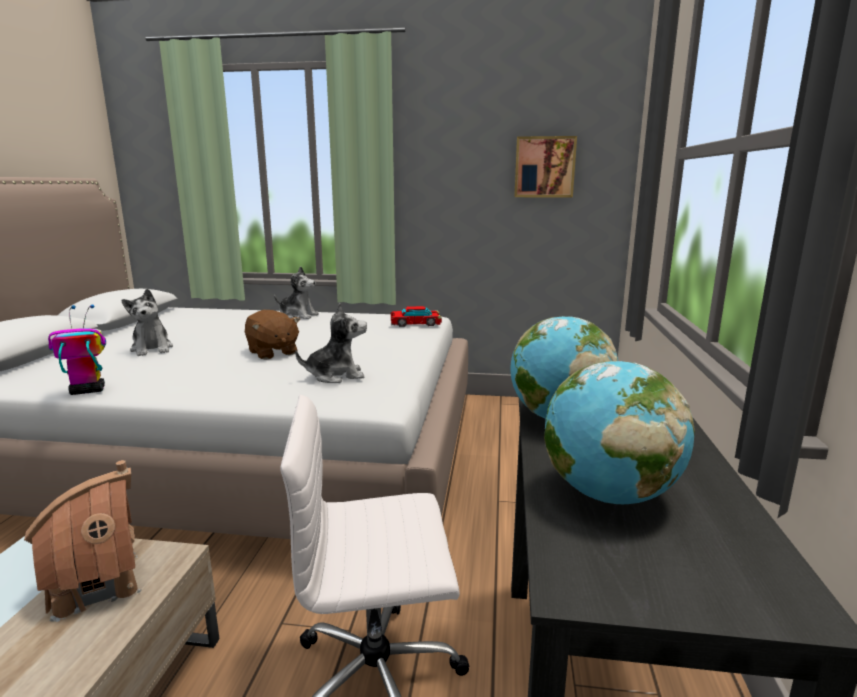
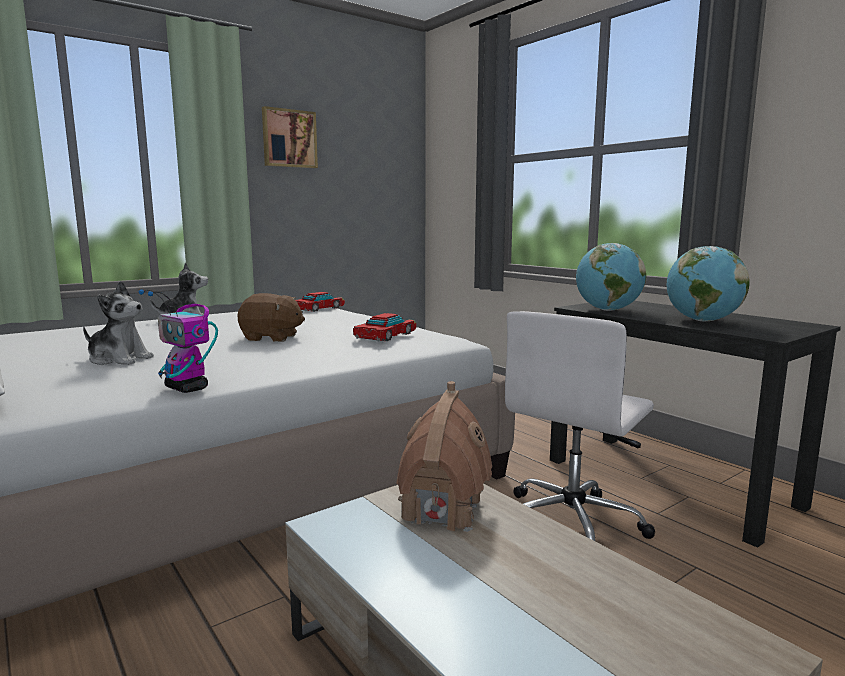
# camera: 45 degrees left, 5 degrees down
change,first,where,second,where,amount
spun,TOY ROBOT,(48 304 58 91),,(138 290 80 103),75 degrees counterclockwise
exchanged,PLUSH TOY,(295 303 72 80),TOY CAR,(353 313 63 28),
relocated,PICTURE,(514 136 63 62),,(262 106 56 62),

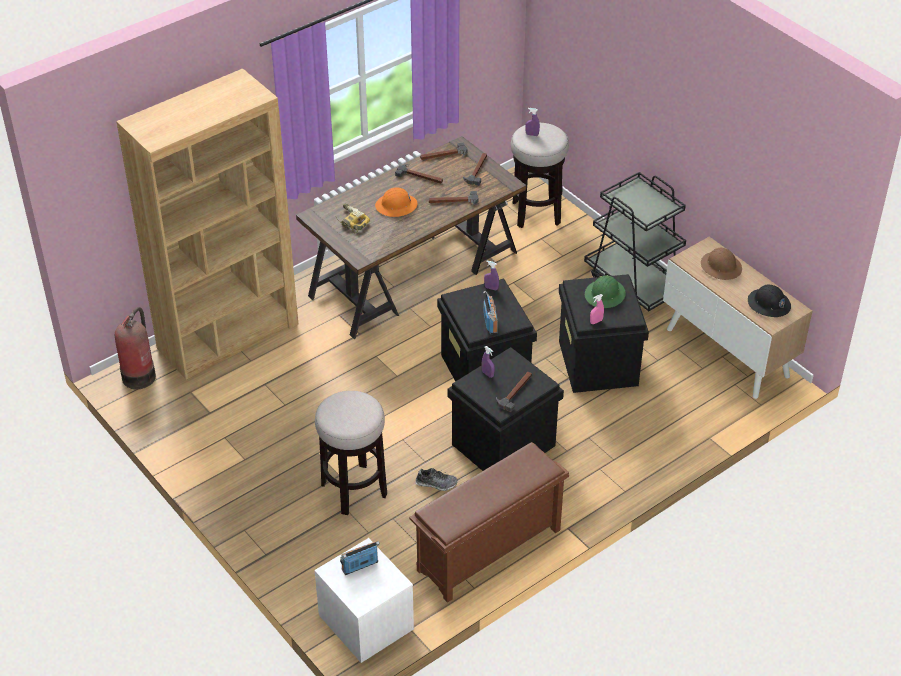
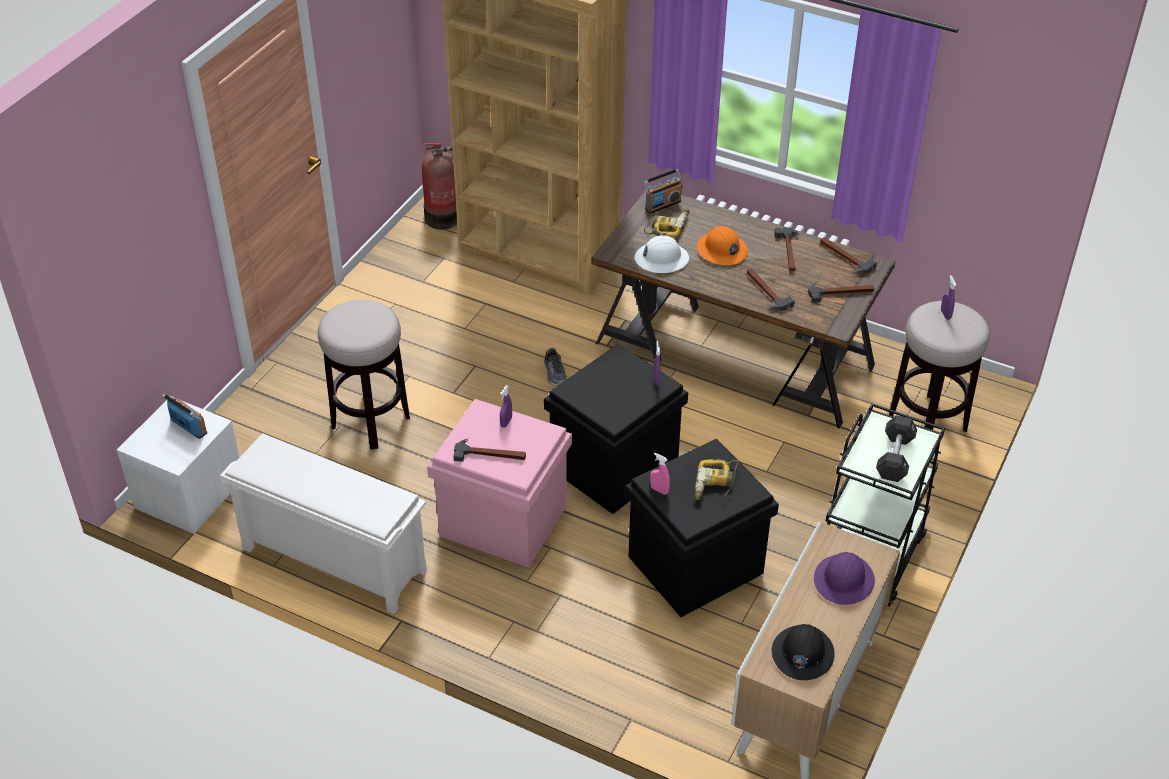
# camera: 65 degrees right, 0 degrees up
change,first,where,second,where,amount
colour,BROWN SHOE RACK,(409 442 160 161),WHITE SHOE RACK,(220 434 207 180),
relocated,SHOE,(416 468 42 23),,(544 348 23 38),
colour,BLACK STORAGE BOX,(447 347 117 124),PINK STORAGE BOX,(427 399 145 169),
relocated,RADIO,(483 291 15 43),,(644 169 38 45),
exchanged,GREEN HARD HAT,(585 275 41 33),POWER DRILL,(694 459 46 41),
colour,BROWN HARD HAT,(701 248 41 32),PURPLE HARD HAT,(814 552 61 53),
appeared,,,WHITE HARD HAT,(635 235 54 38),
appeared,,,BLACK DUMBBELL,(876 415 41 67),

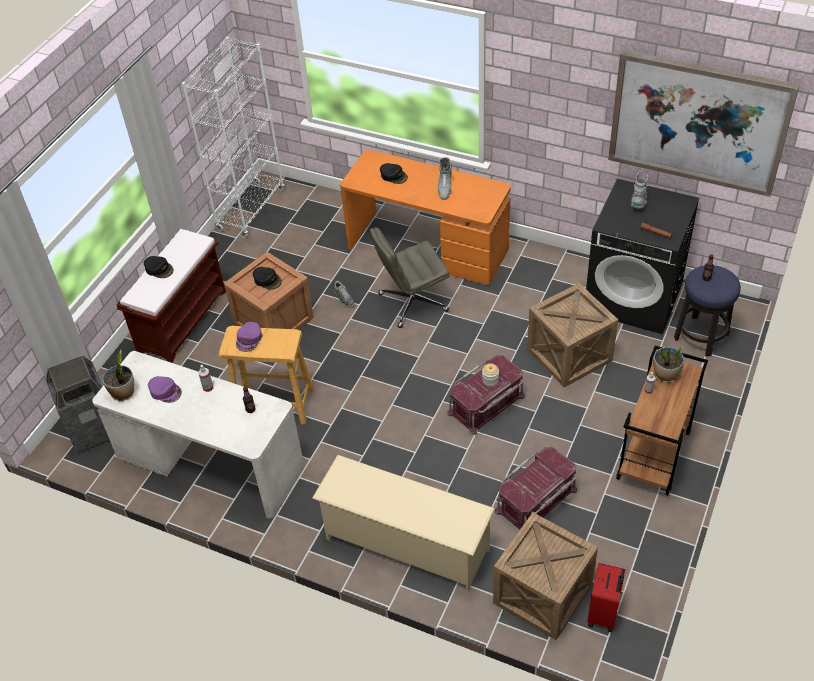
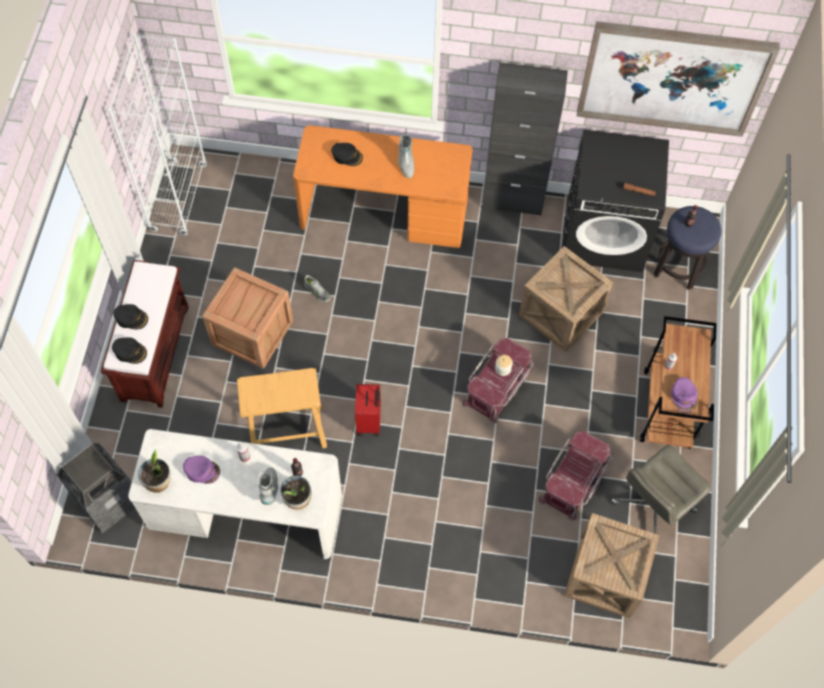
# camera: 20 degrees left, 15 degrees up
change,first,where,second,where,amount
relocated,PURPLE CAP,(236 322 26 30),,(671 377 27 36),
relocated,BLACK CAP,(253 267 29 23),,(112 337 35 27),
missing,BEIGE SHOE RACK,(312 455 183 137),,,
relocated,GREY OFFICE CHAIR,(370 227 80 101),,(611 445 100 89),
relocated,RED SUITCASE,(587 563 39 69),,(355 384 26 52),
relocated,GREY BOOT,(631 173 17 36),,(258 467 21 38),
relocated,POTTED PLANT,(653 346 31 37),,(280 475 31 35),
appeared,,,BLACK CABINET,(482 62 86 154),

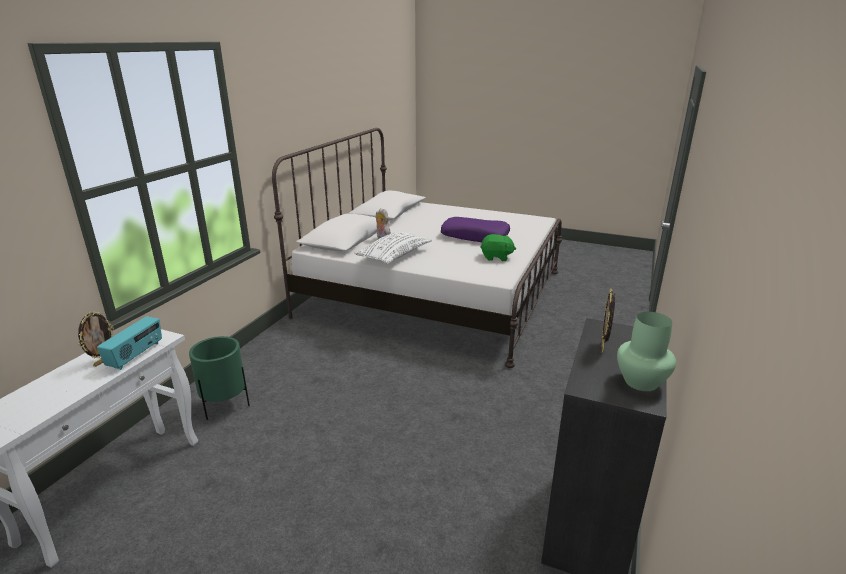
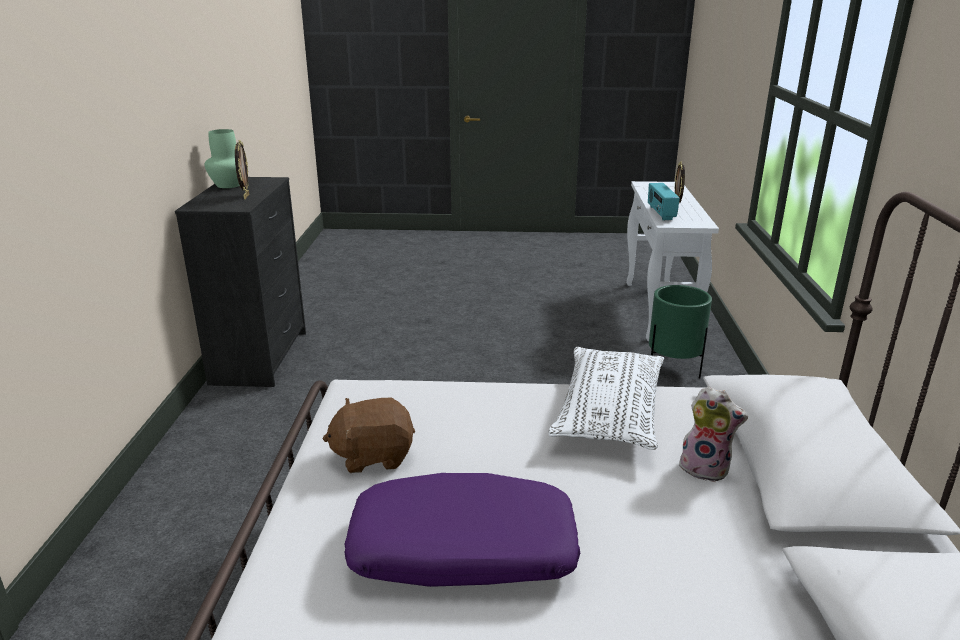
# camera: 160 degrees right, 0 degrees up
change,first,where,second,where,amount
colour,GREEN PLUSH TOY,(480 234 36 27),BROWN PLUSH TOY,(322 398 93 75),

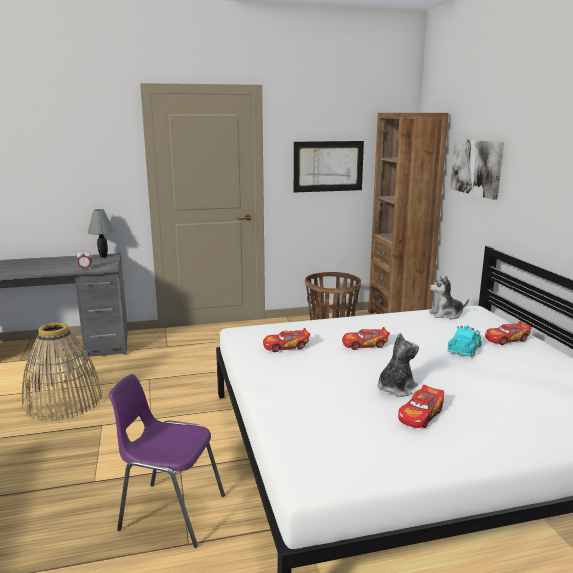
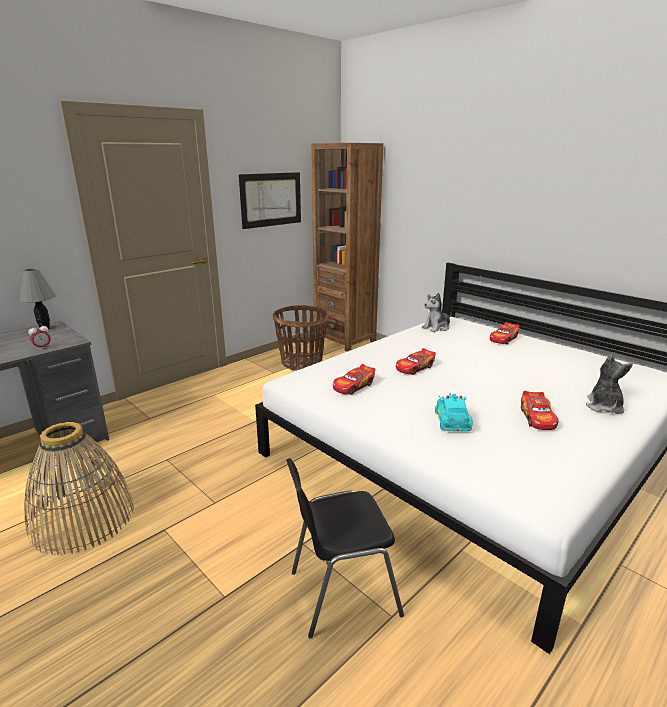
# camera: 30 degrees left, 5 degrees up
change,first,where,second,where,amount
colour,PURPLE CHAIR,(109 374 116 174),BLACK CHAIR,(286 458 118 181),
relocated,PLUSH TOY,(377 333 42 64),,(586 354 47 60),
relocated,TURQUOISE TOY CAR,(448 325 34 32),,(435 393 38 39),
missing,PICTURE,(450 139 54 61),,,

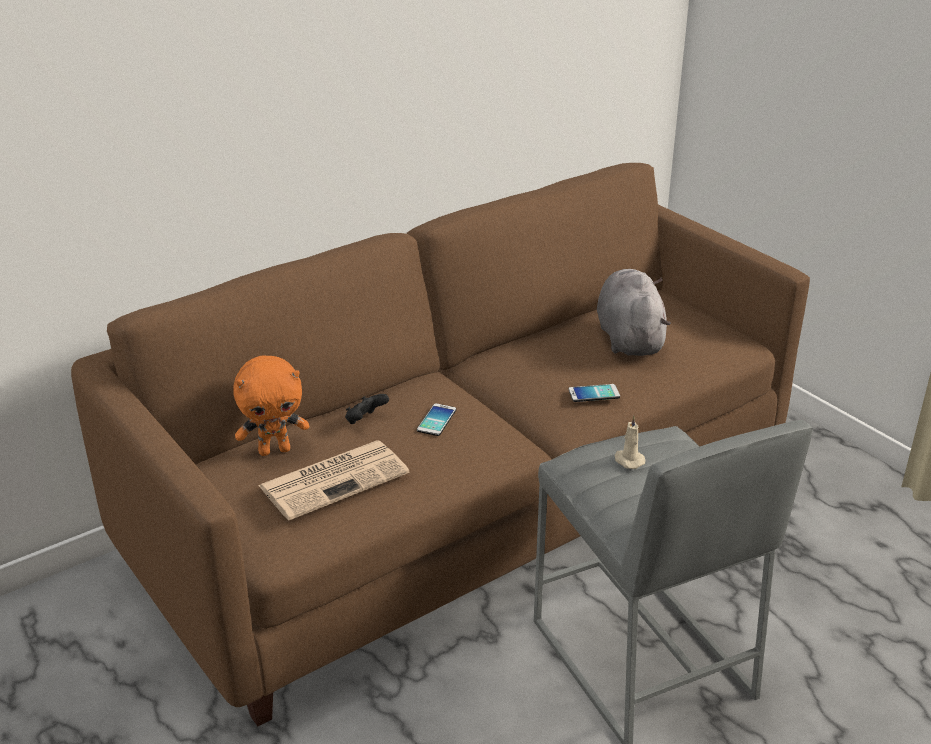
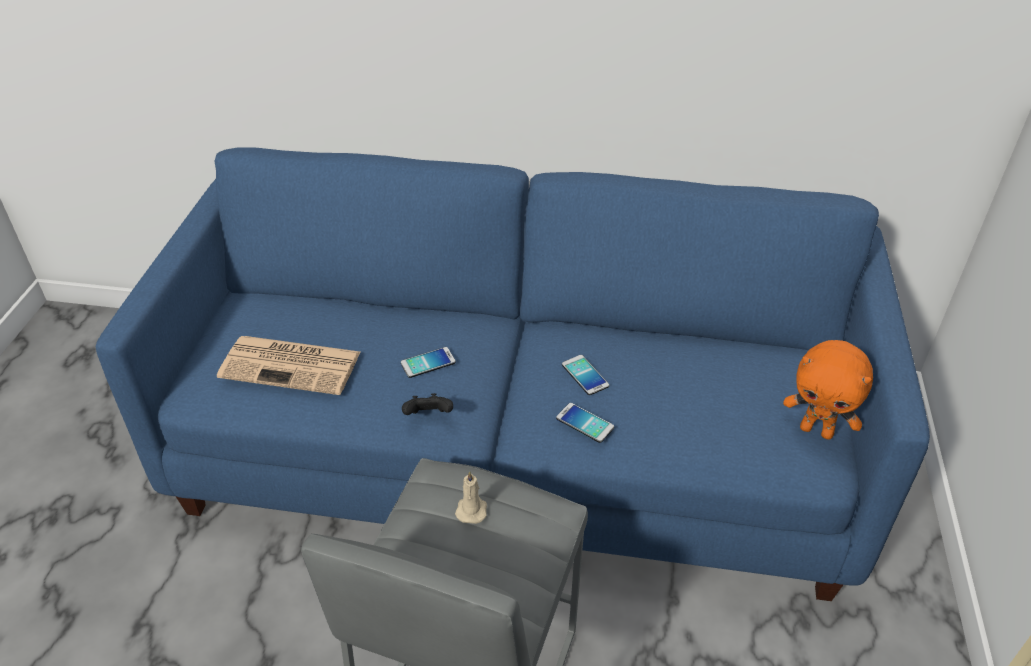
# camera: 45 degrees right, 10 degrees up
change,first,where,second,where,amount
colour,BROWN SOFA,(71 163 739 563),BLUE SOFA,(96 147 834 454),
relocated,ORANGE PLUSH TOY,(233 356 76 100),,(783 340 90 100),
relocated,BLACK GAME CONTROLLER,(345 394 44 30),,(402 393 51 22),
missing,GREY PLUSH TOY,(597 269 74 87),,,
appeared,,,PHONE,(562 355 47 40),

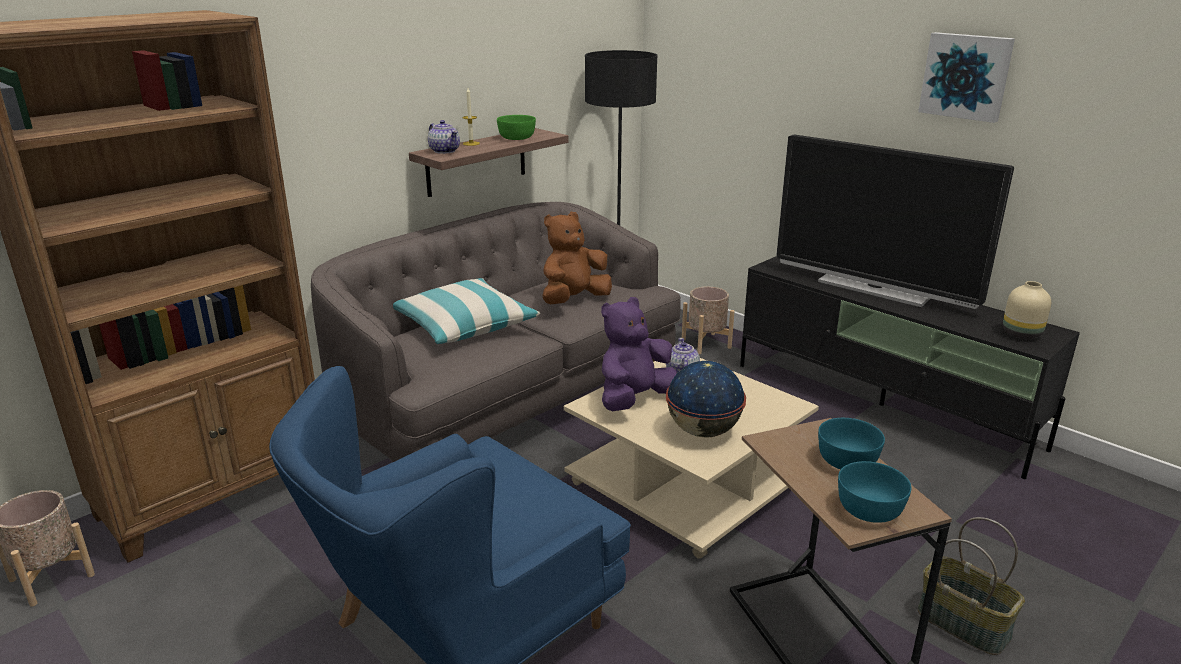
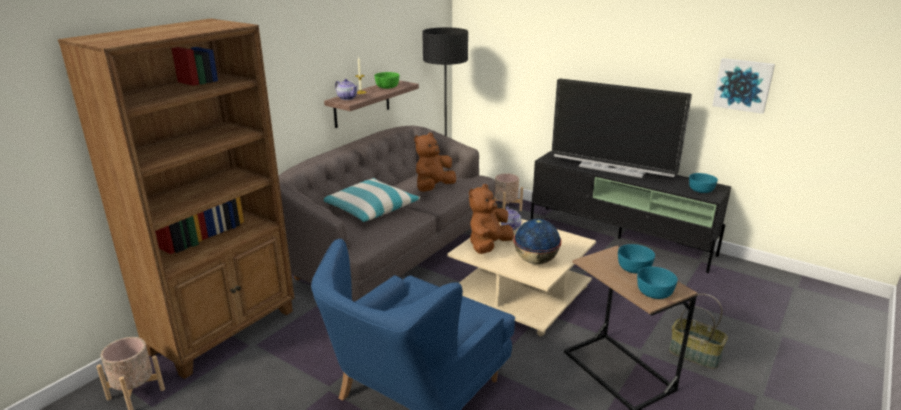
# camera: 10 degrees left, 0 degrees up
change,first,where,second,where,amount
colour,PURPLE PLUSH TOY,(601 297 76 114),BROWN PLUSH TOY,(469 184 45 70),
relocated,PICTURE,(918 32 97 91),,(712 58 63 56),
exchanged,BEIGE VASE,(1003 281 48 58),TURQUOISE BOWL,(689 173 29 20),

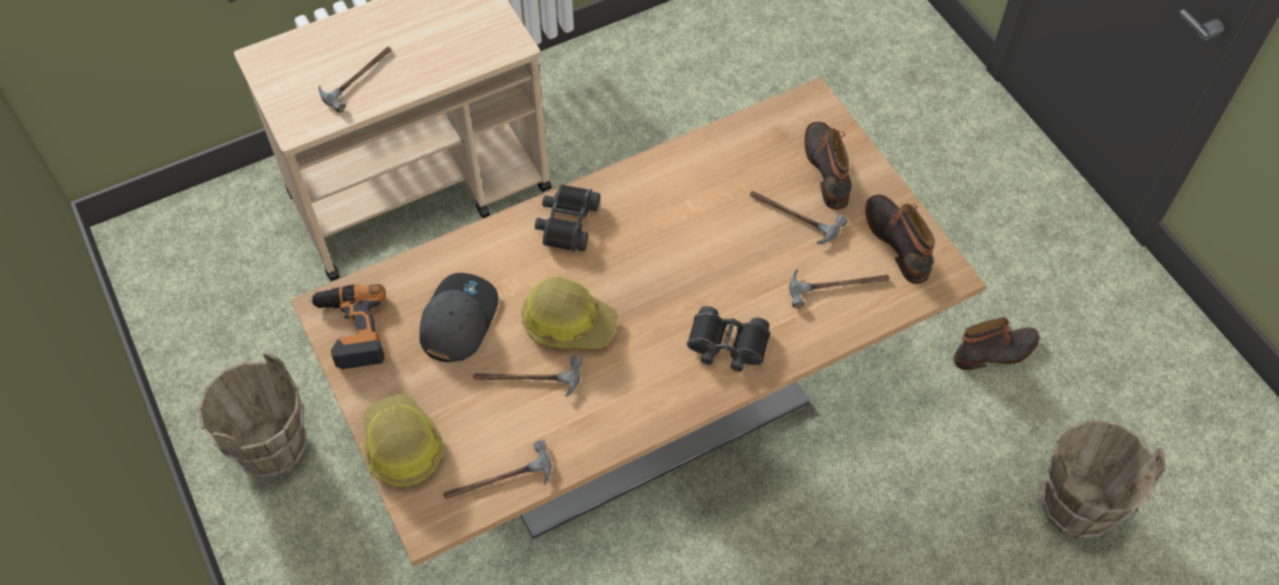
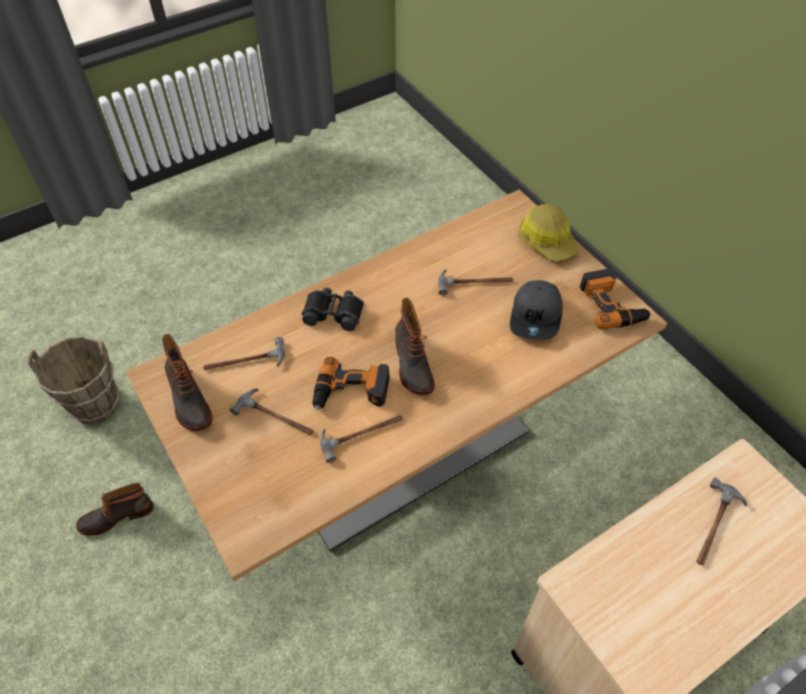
# camera: 175 degrees right, 5 degrees down
change,first,where,second,where,amount
missing,BROWN BUCKET,(198 352 109 127),,,
relocated,HAMMER,(443 440 109 59),,(320 415 83 48),
missing,HARD HAT,(521 276 98 73),,,
missing,BLACK BINOCULARS,(535 184 65 67),,,
relocated,BOOT,(805 122 47 87),,(395 298 40 97),
appeared,,,POWER DRILL,(312 357 78 53),

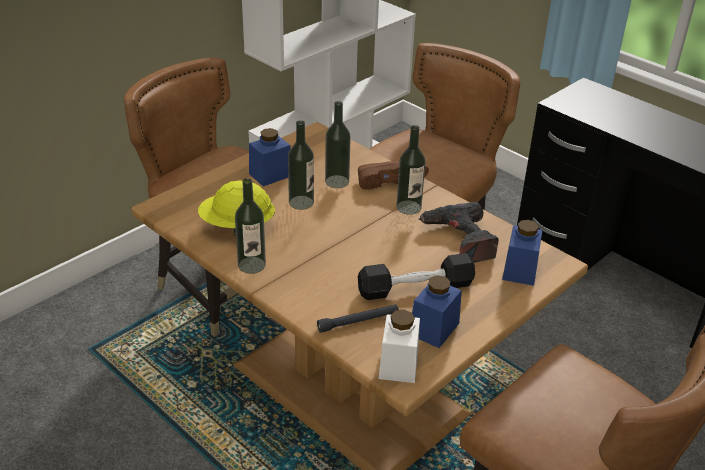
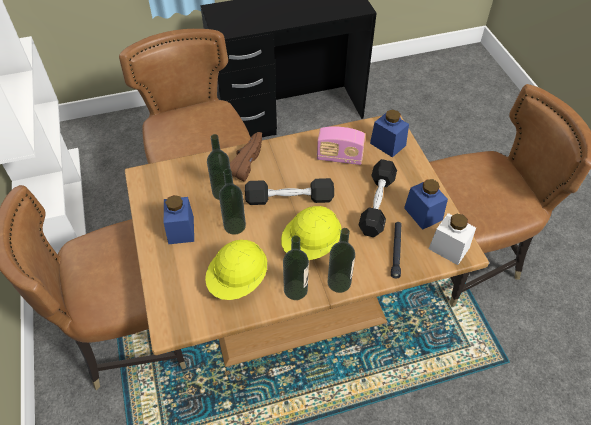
# camera: 60 degrees left, 15 degrees up
change,first,where,second,where,amount
relocated,BOTTLE,(396 125 30 90),,(327 228 28 65),
exchanged,POWER DRILL,(418 202 81 61),RADIO,(317 126 48 39),
appeared,,,BLACK DUMBBELL,(245 178 89 27),
appeared,,,YELLOW HARD HAT,(281 206 60 54),

